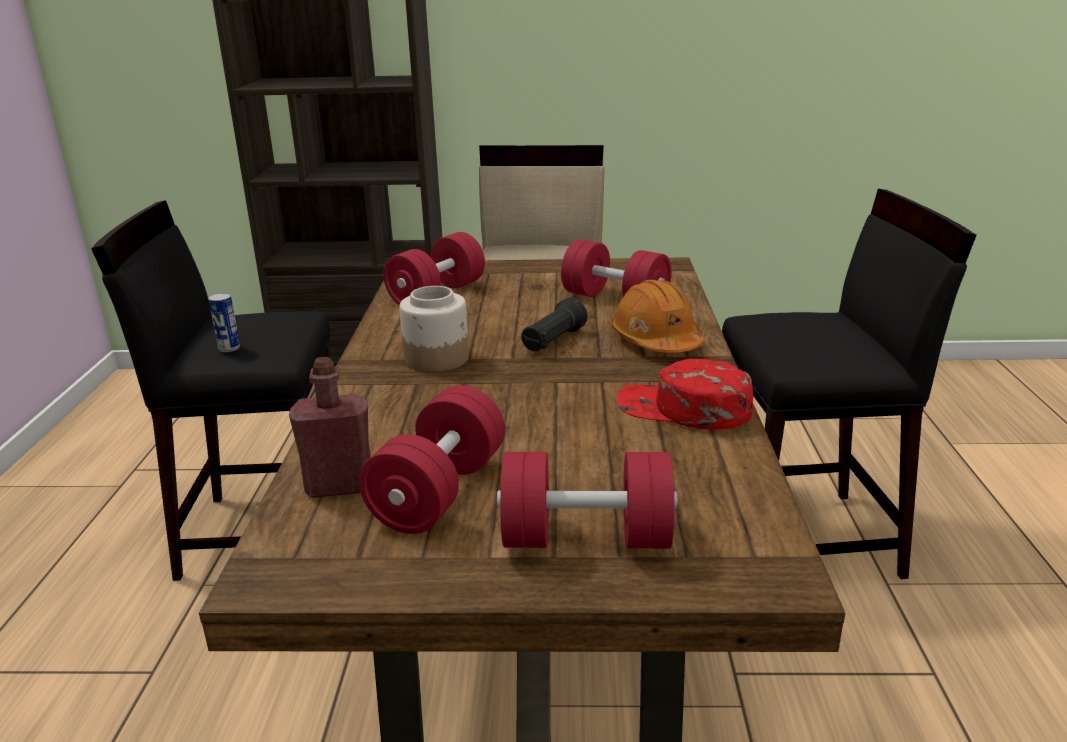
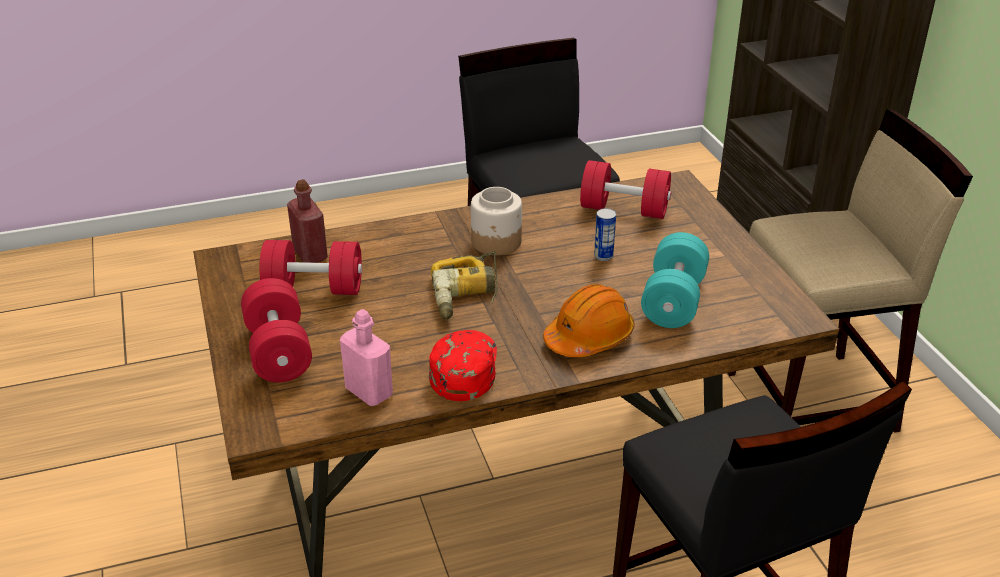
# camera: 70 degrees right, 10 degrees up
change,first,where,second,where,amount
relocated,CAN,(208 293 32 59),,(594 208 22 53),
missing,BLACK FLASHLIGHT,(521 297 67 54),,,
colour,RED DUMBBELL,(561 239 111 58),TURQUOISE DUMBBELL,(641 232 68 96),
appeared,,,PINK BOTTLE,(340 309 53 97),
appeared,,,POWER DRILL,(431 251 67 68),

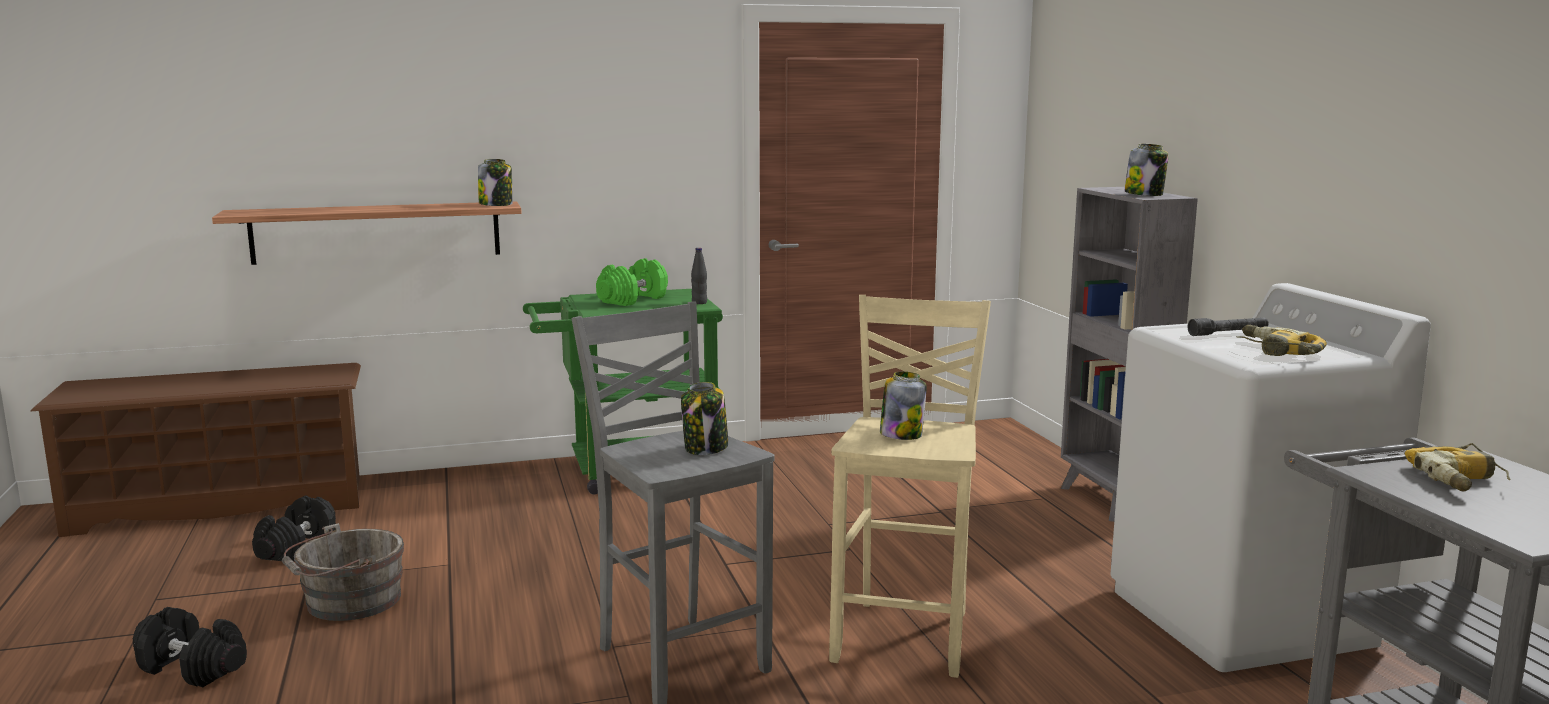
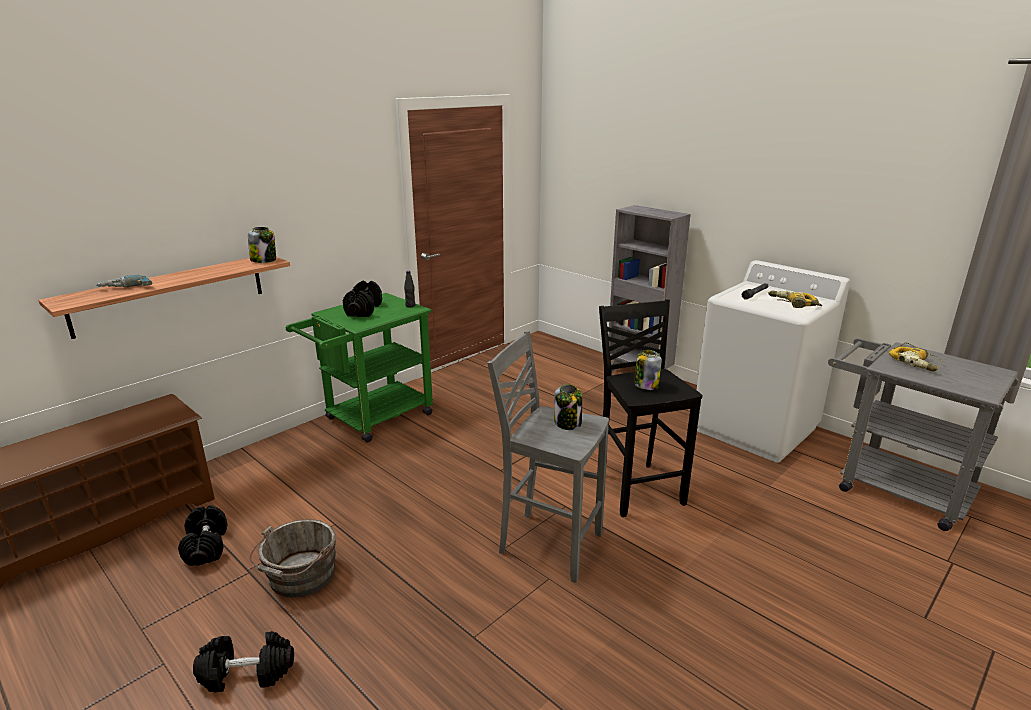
# camera: 30 degrees left, 10 degrees up
change,first,where,second,where,amount
colour,GREEN DUMBBELL,(596 258 72 48),BLACK DUMBBELL,(343 280 39 37),
colour,BEIGE STOOL,(829 295 162 383),BLACK STOOL,(599 299 103 218),
missing,JAR,(1124 144 45 52),,,
appeared,,,POWER DRILL,(96 275 56 12),

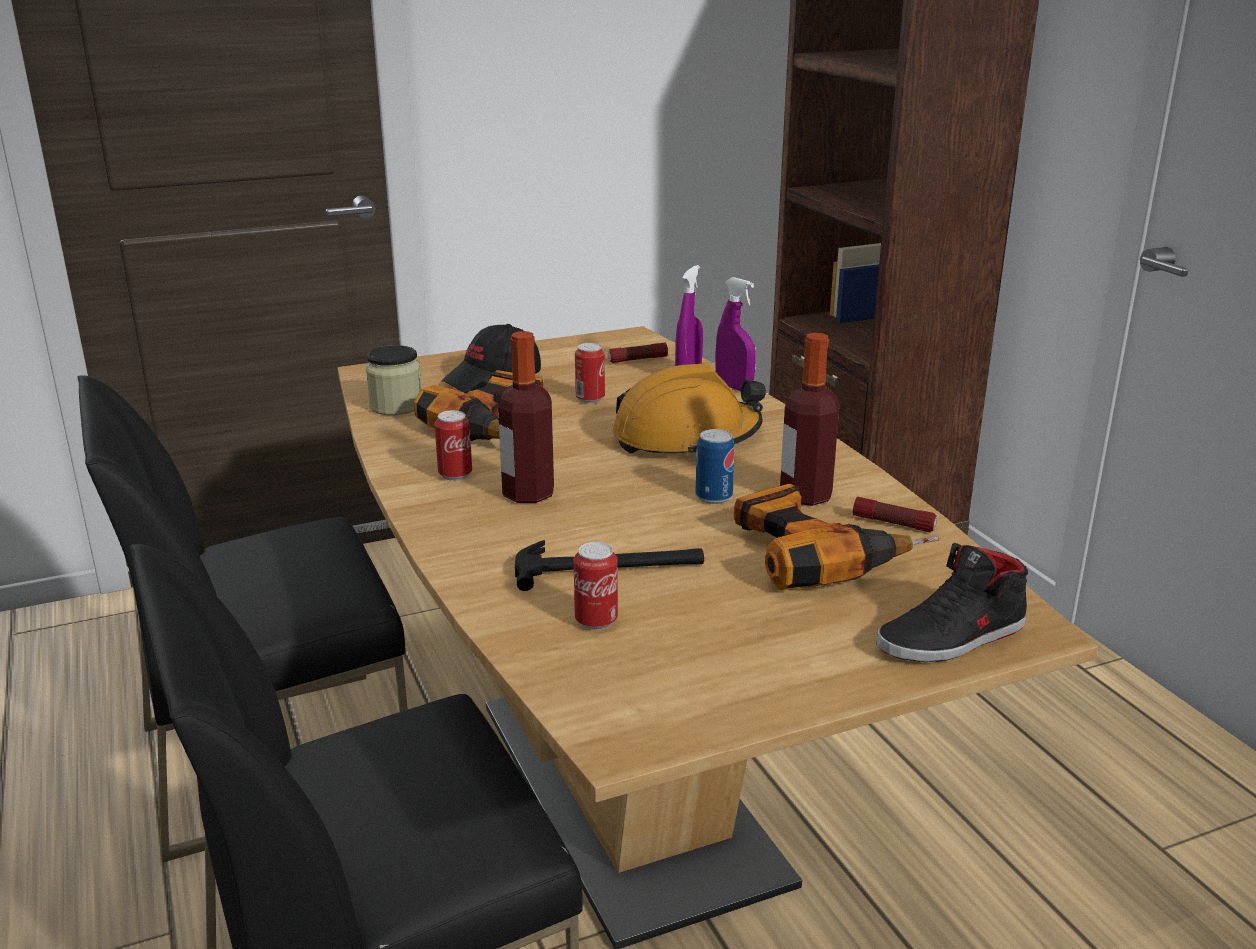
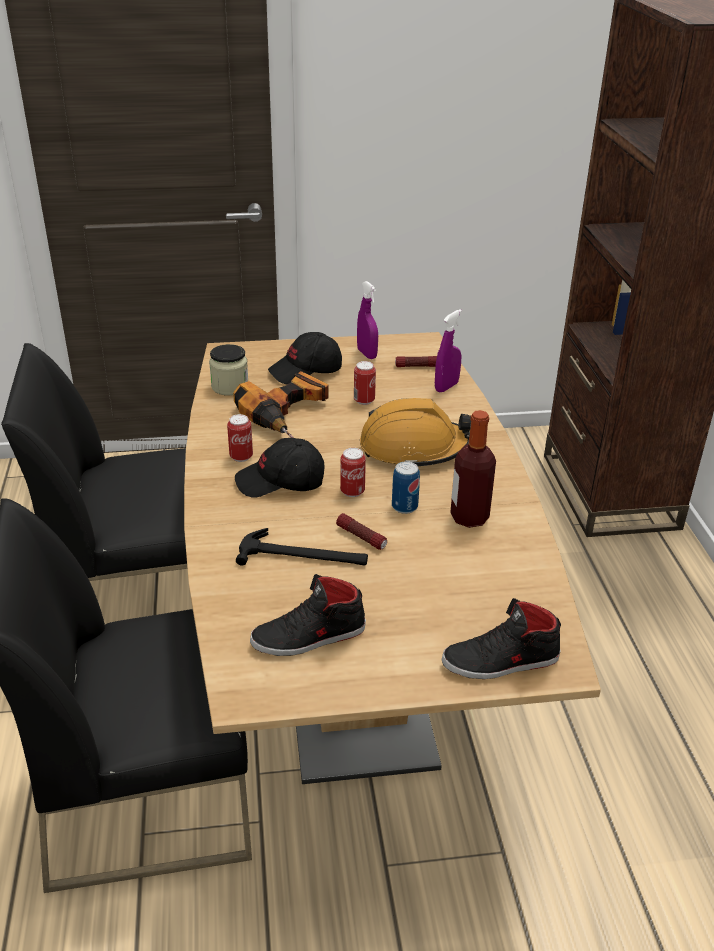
# camera: 15 degrees right, 10 degrees up
change,first,where,second,where,amount
exchanged,BOTTLE,(498 331 56 172),BLACK CAP,(235 438 90 60),
relocated,CAN,(574 542 44 88),,(340 448 26 49),
relocated,PURPLE SPRAY BOTTLE,(715 277 41 114),,(357 281 21 78),
missing,POWER DRILL,(734 484 205 106),,,
relocated,FLASHLIGHT,(853 497 84 35),,(336 513 51 37),
appeared,,,BLACK SHOE,(250 574 116 82),

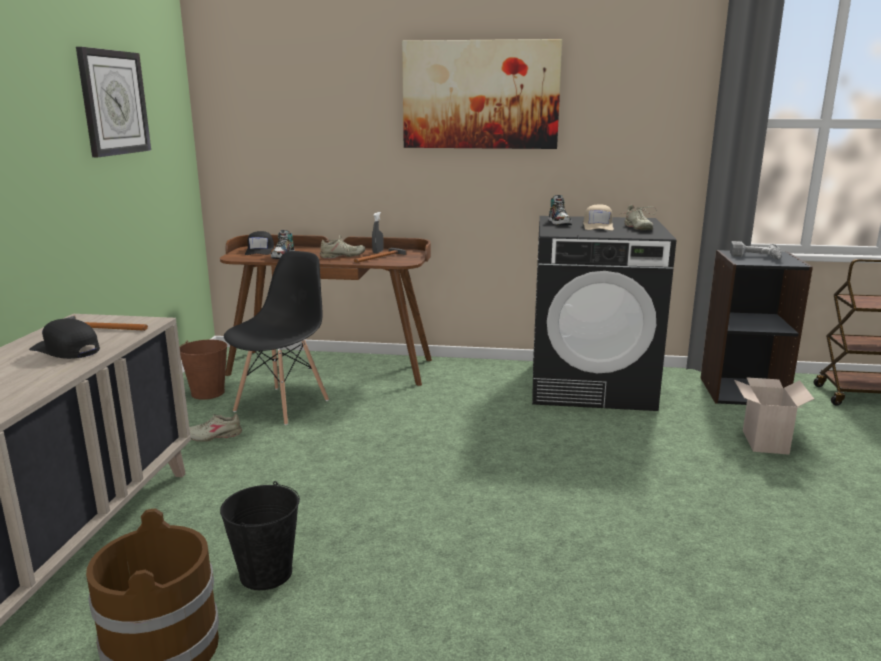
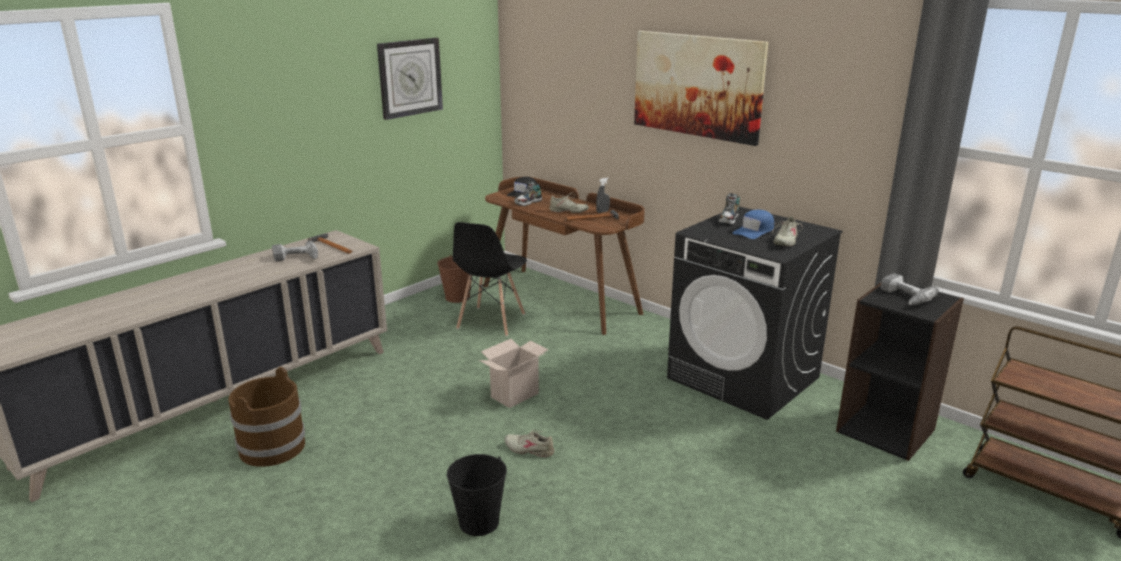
# camera: 35 degrees right, 5 degrees up
change,first,where,second,where,amount
exchanged,BLACK CAP,(29 319 71 40),POWER DRILL,(272 241 46 20),
relocated,BEIGE SHOE,(189 413 53 29),,(504 430 50 27),
relocated,BLACK BUCKET,(220 481 80 109),,(447 454 60 82),
spun,BLACK CHAIR,(224 251 105 174),,(453 222 74 114),135 degrees clockwise
colour,BEIGE CAP,(583 204 31 26),BLUE CAP,(733 210 41 29),
relocated,CARDBOARD BOX,(734 377 80 78),,(479 339 69 69),

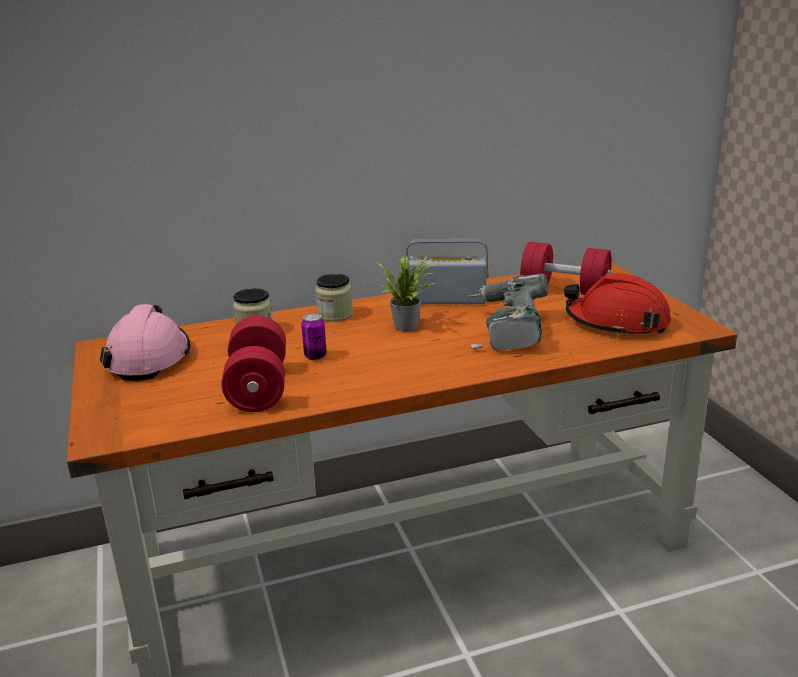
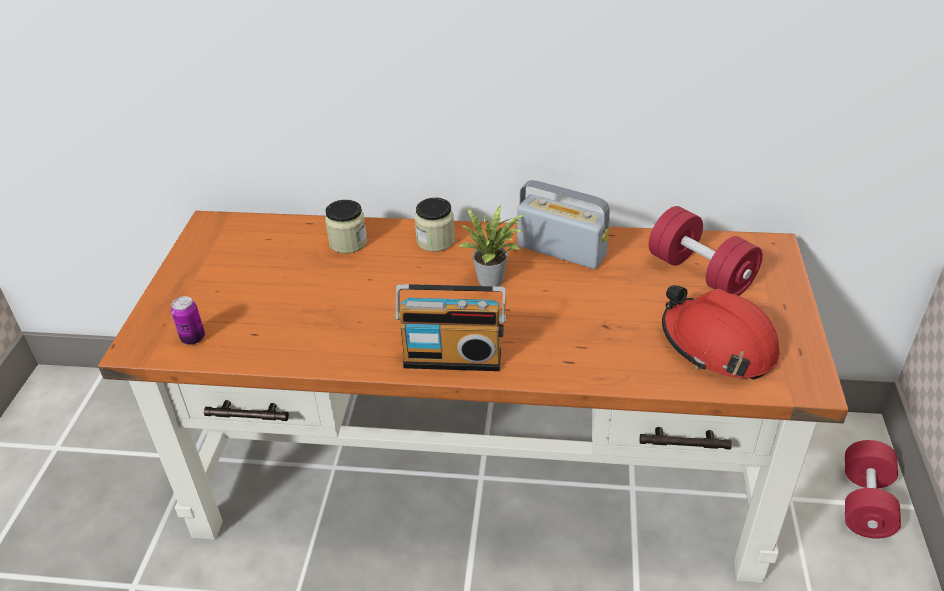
# camera: 25 degrees right, 15 degrees up
change,first,where,second,where,amount
missing,PINK HARD HAT,(100 304 91 77),,,
relocated,RED DUMBBELL,(221 316 65 96),,(845 440 56 99),
relocated,CAN,(301 313 26 47),,(171 296 34 49),
missing,POWER DRILL,(467 274 81 76),,,
appeared,,,RADIO,(394 284 112 87),

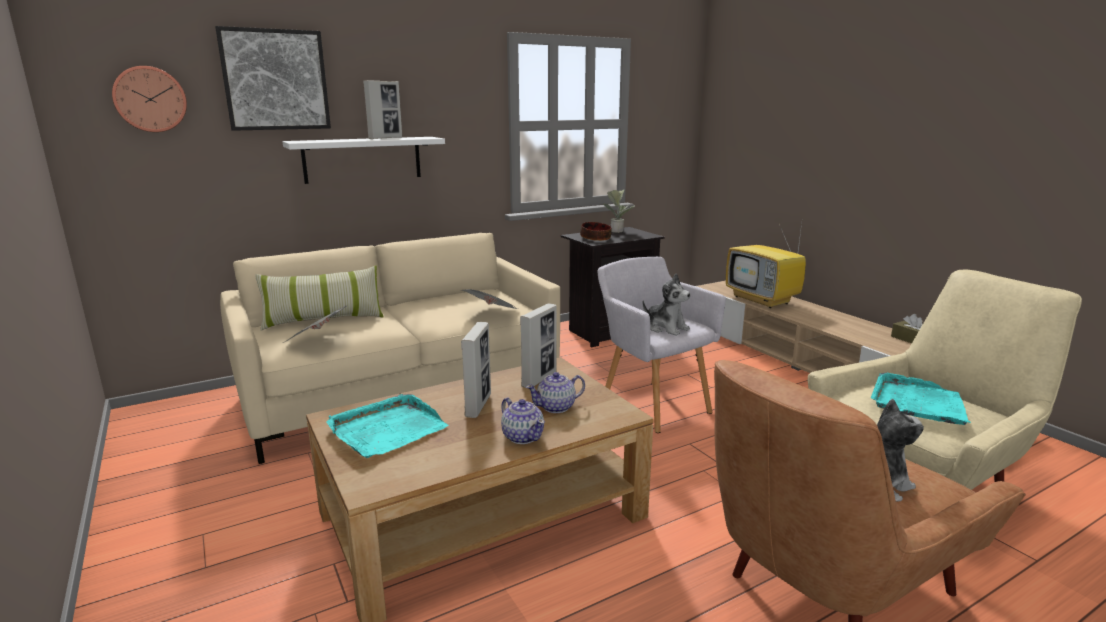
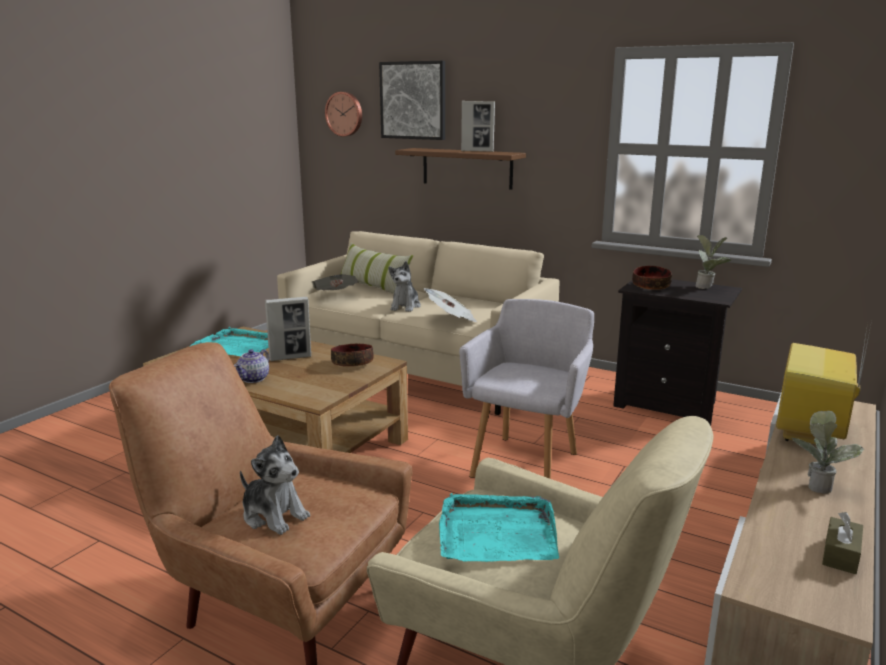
# camera: 60 degrees right, 0 degrees up
change,first,where,second,where,amount
colour,WHITE SHELF,(282 137 163 47),BROWN SHELF,(395 148 131 42),
exchanged,PICTURE FRAME,(520 303 37 86),BOWL,(331 344 43 23),
missing,TEAPOT,(526 372 59 41),,,
relocated,PLUSH TOY,(643 273 48 63),,(388 261 33 51),
appeared,,,POTTED PLANT,(792 411 72 83),

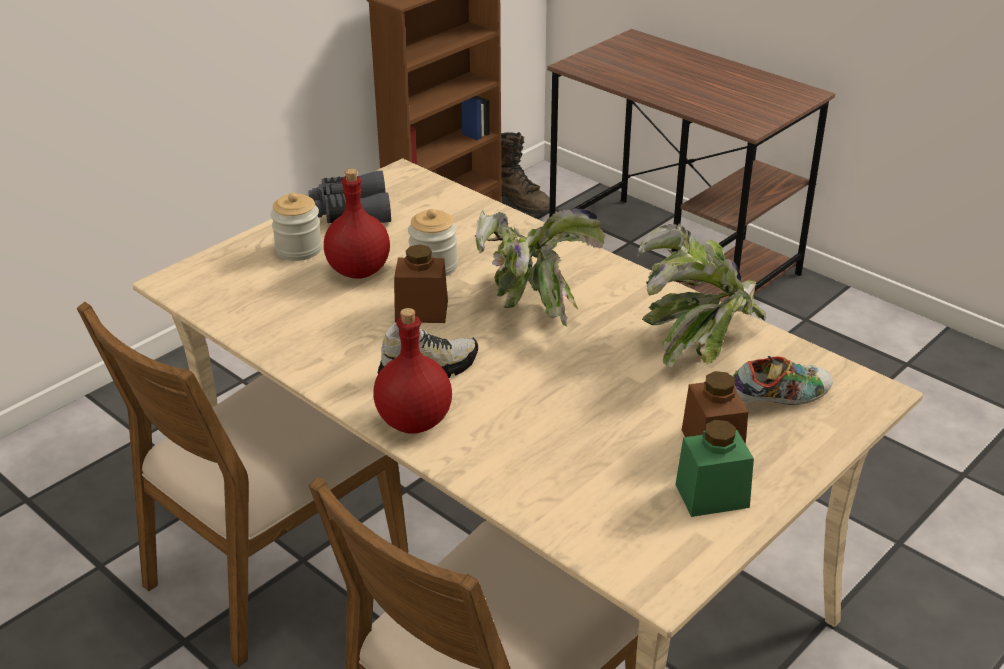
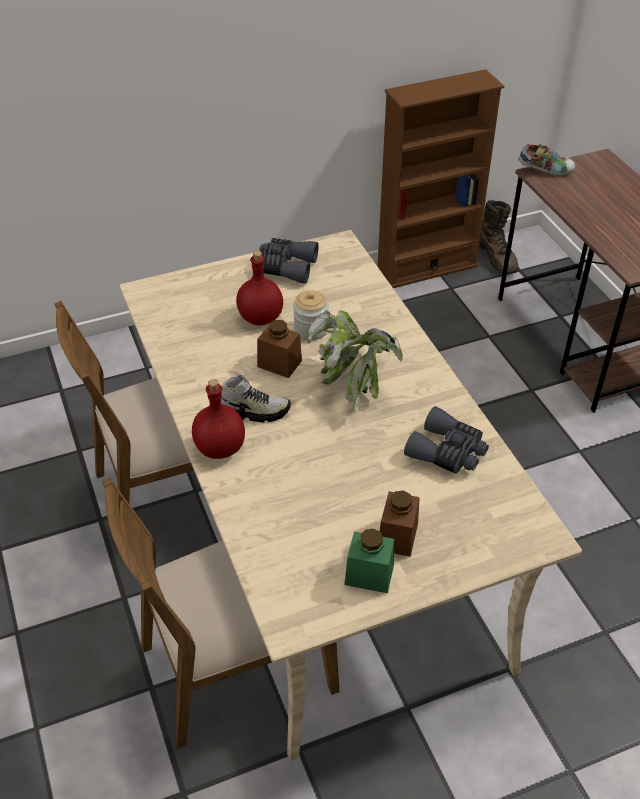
# camera: 25 degrees right, 10 degrees up
change,first,where,second,where,amount
missing,JAR,(271 193 51 68),,,
exchanged,POTTED PLANT,(637 224 129 143),GREY BINOCULARS,(404 406 85 68),
relocated,SHOE,(733 356 100 49),,(518 143 57 32),

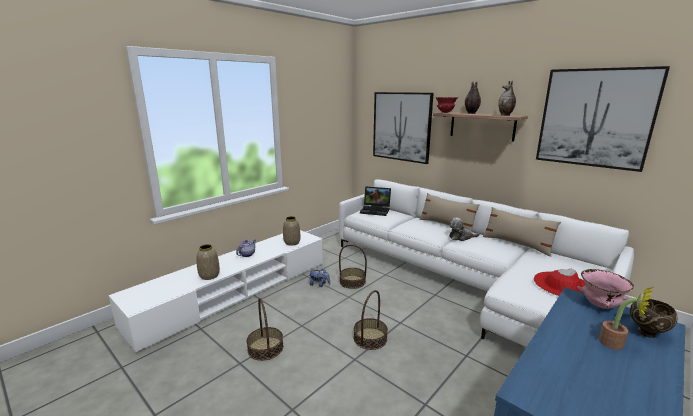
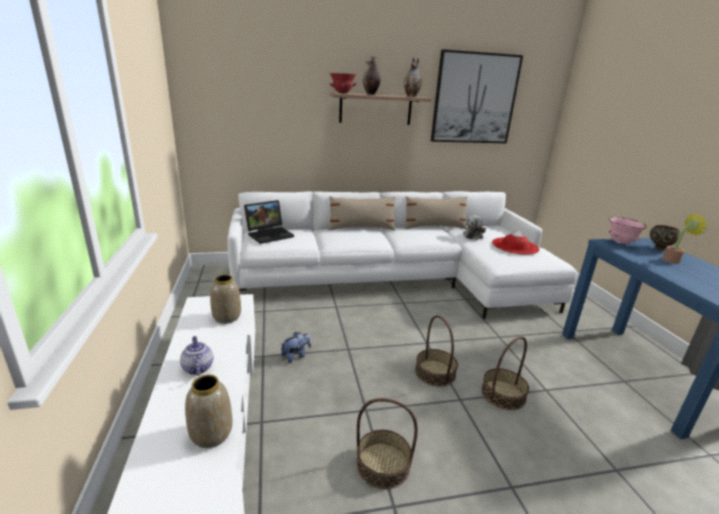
# camera: 55 degrees left, 5 degrees up
change,first,where,second,where,amount
relocated,BASKET,(339 244 28 45),,(481 337 48 73),
missing,PICTURE,(373 92 61 72),,,
relocated,PLUSH TOY,(449 218 31 23),,(463 215 23 25),

